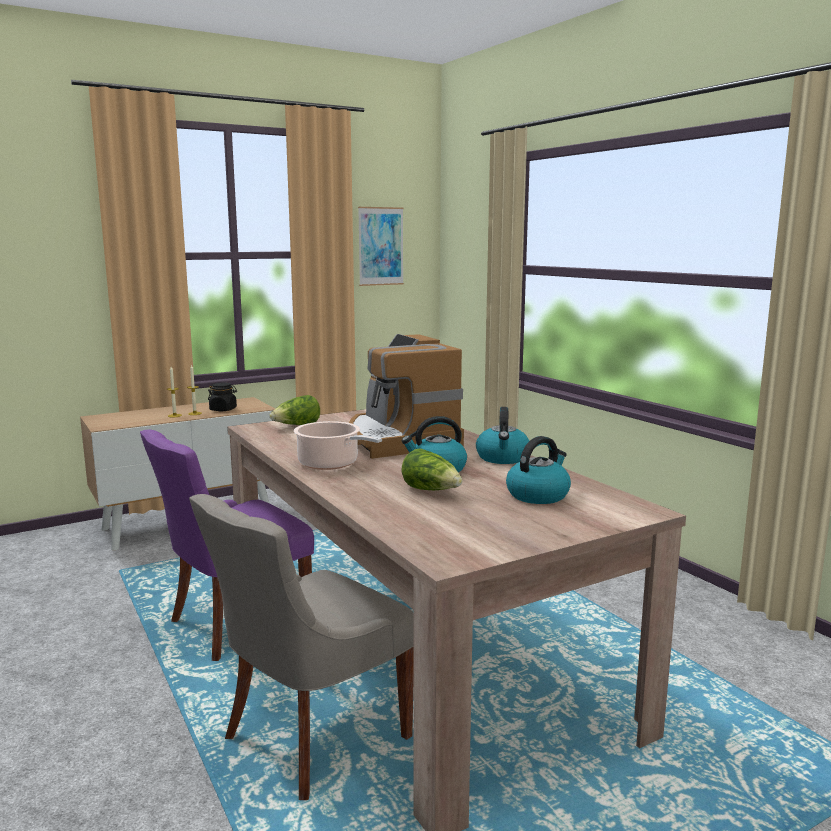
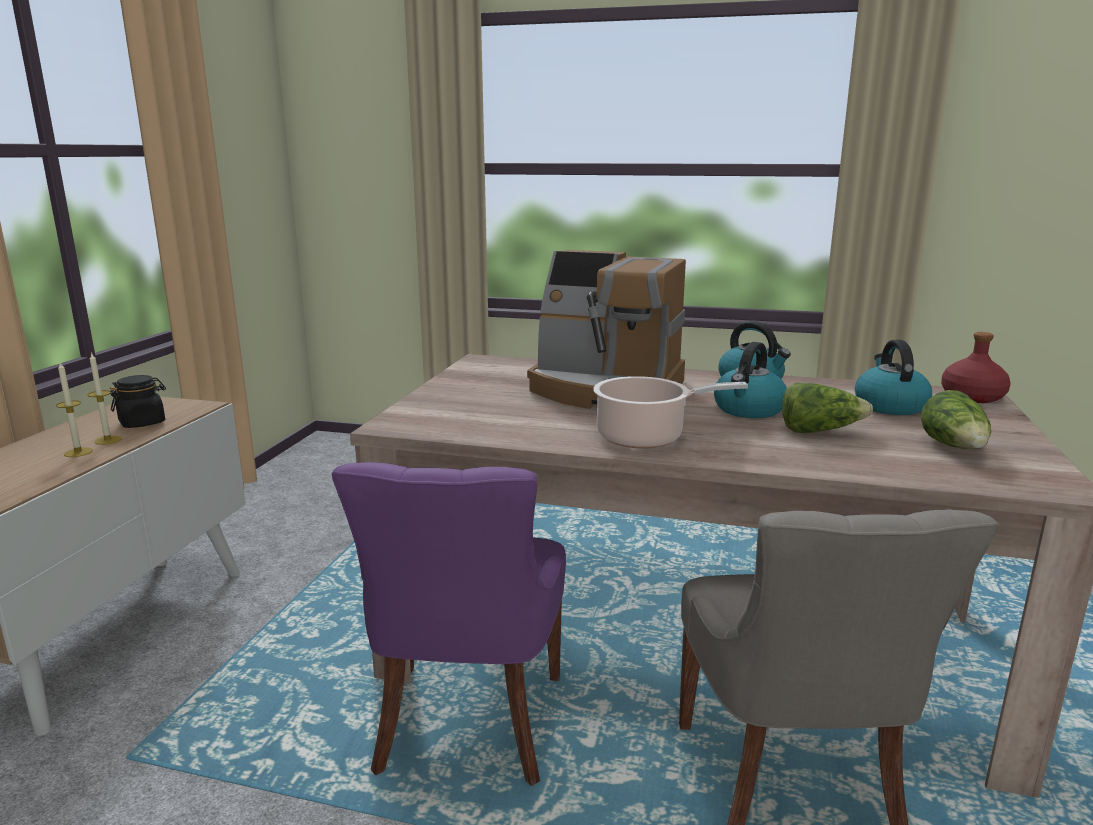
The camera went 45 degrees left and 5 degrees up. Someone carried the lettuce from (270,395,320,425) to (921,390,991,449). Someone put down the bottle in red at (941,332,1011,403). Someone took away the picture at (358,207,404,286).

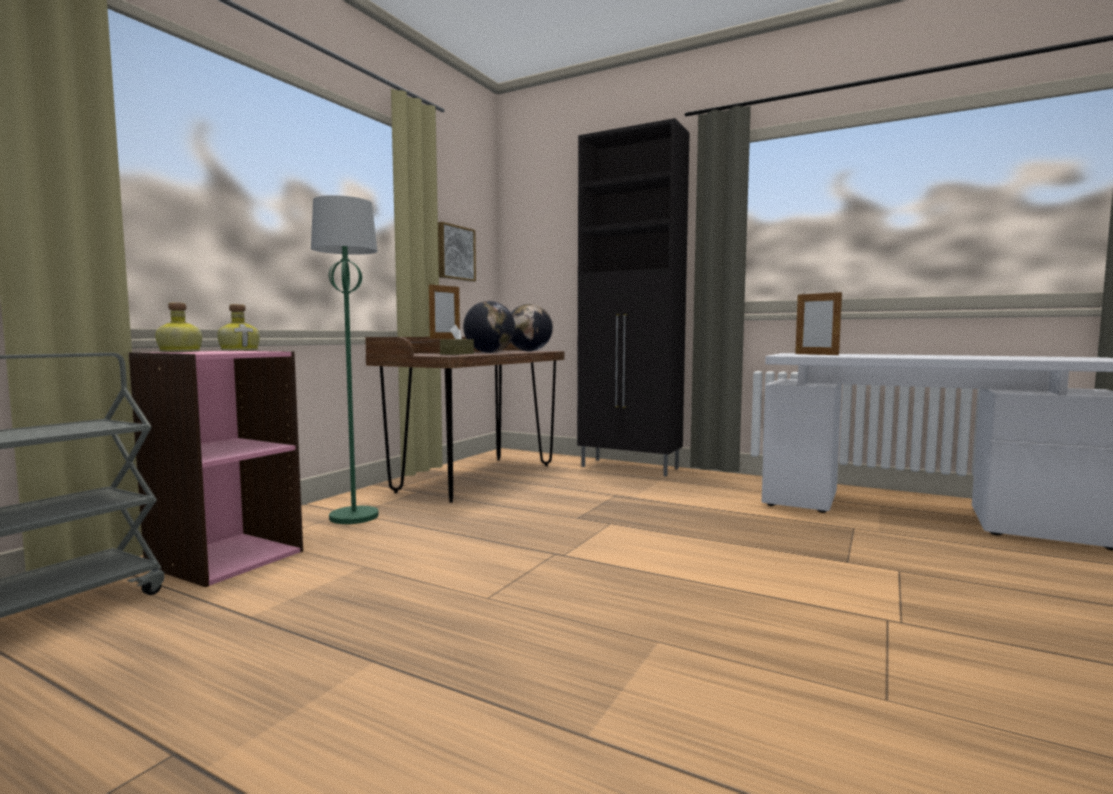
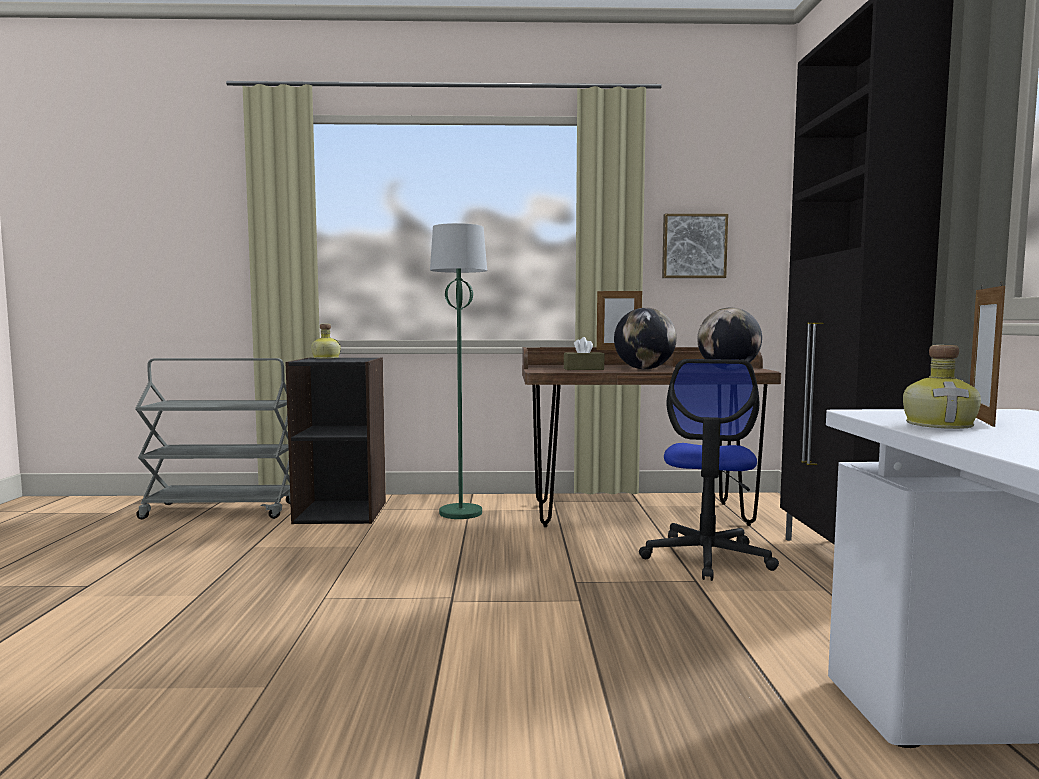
The camera went 60 degrees right and 0 degrees up. Someone repainted the bookcase in pink at (129,351,303,587), which became the bookcase in black at (285,357,386,524). Someone put down the office chair at (639,359,779,581). Someone carried the bottle from (217,304,260,351) to (903,345,981,429).

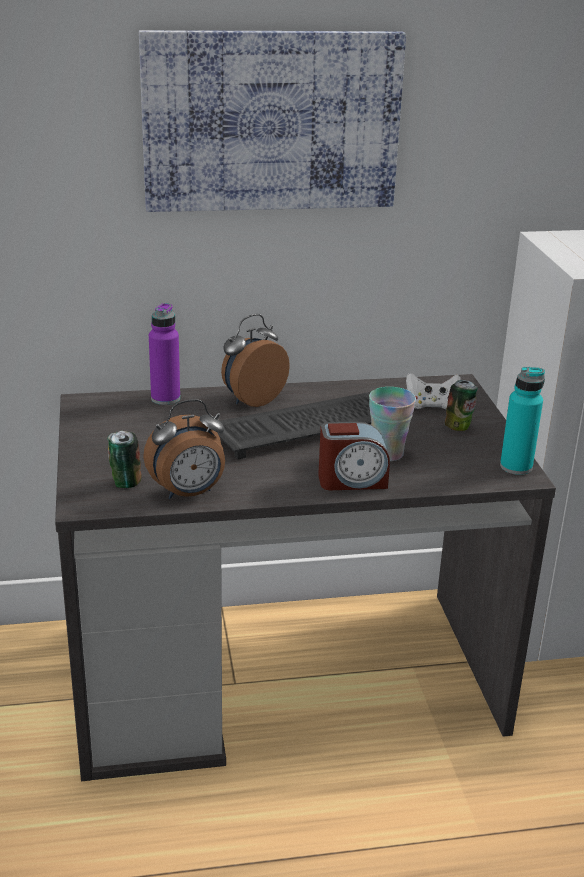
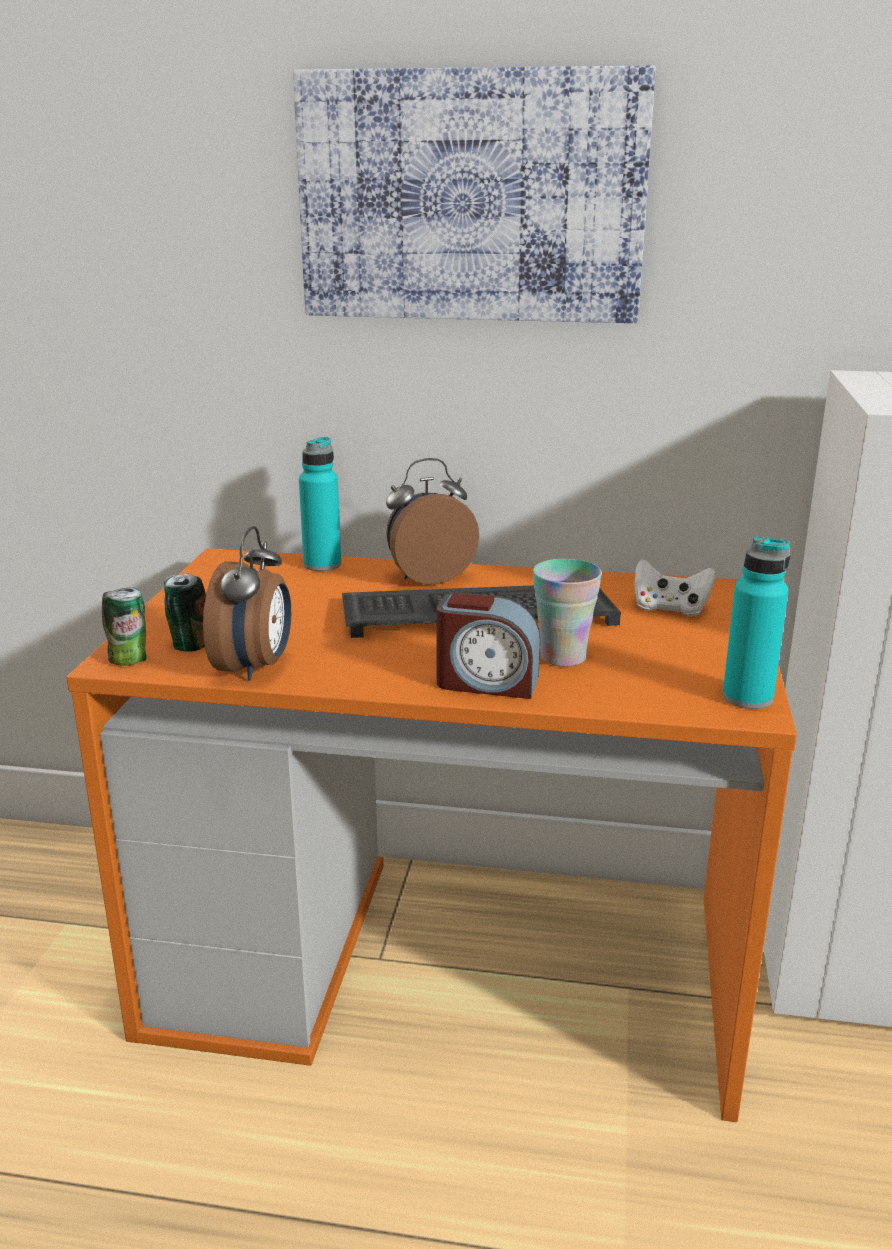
The camera went 20 degrees right and 5 degrees down. Someone repainted the desk in grey at (55,374,556,781), which became the desk in orange at (66,548,797,1122). Someone carried the can from (445,380,477,431) to (102,587,147,666). Someone rotated the alarm clock at (143,399,225,499) by 75 degrees counterclockwise. Someone repainted the bottle in purple at (149,303,180,405), which became the bottle in turquoise at (299,437,341,571).

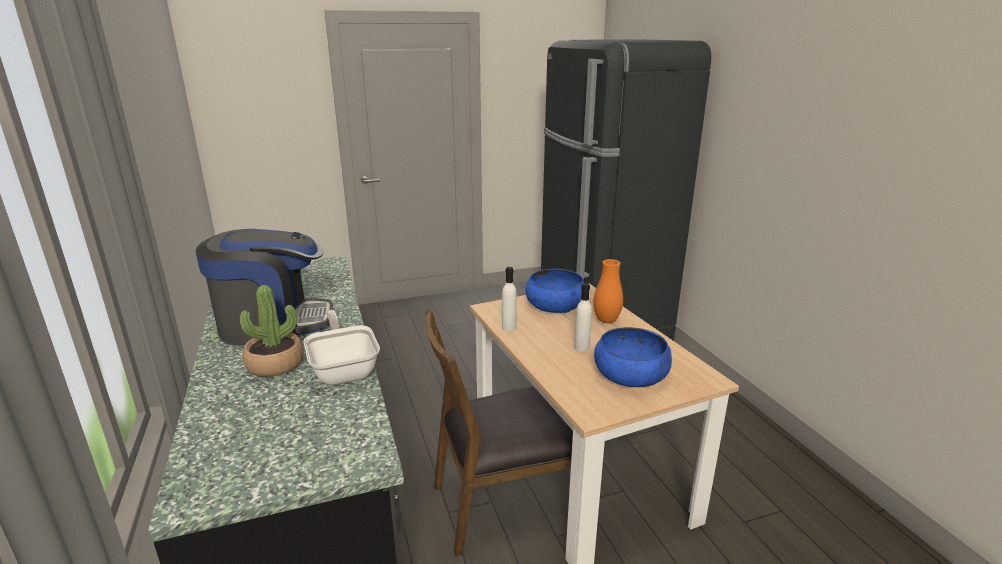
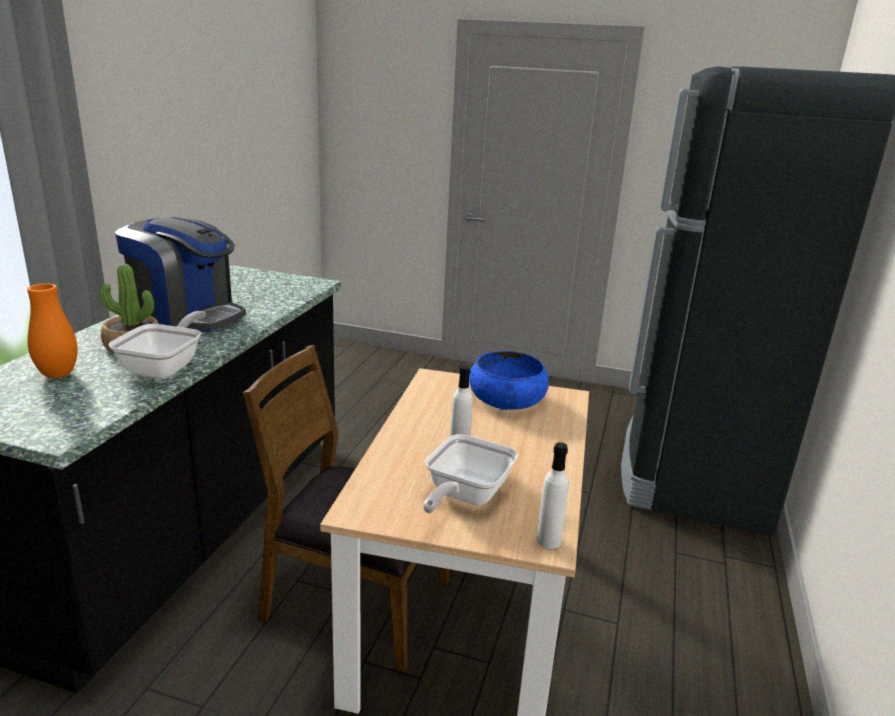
The camera went 35 degrees right and 0 degrees up. Someone carried the vase in orange from (593,259,623,323) to (27,283,78,378). Someone swapped the bowl in blue at (594,327,672,387) for the frying pan at (423,434,518,514). Someone carried the bottle in white from (502,267,517,331) to (537,442,569,549).

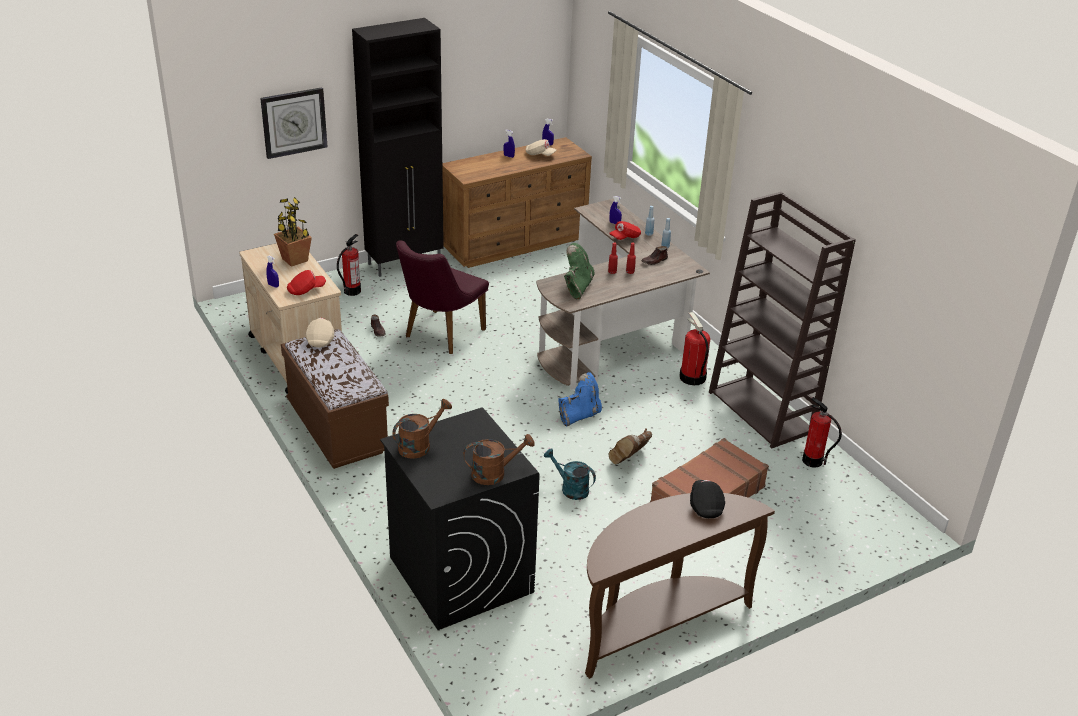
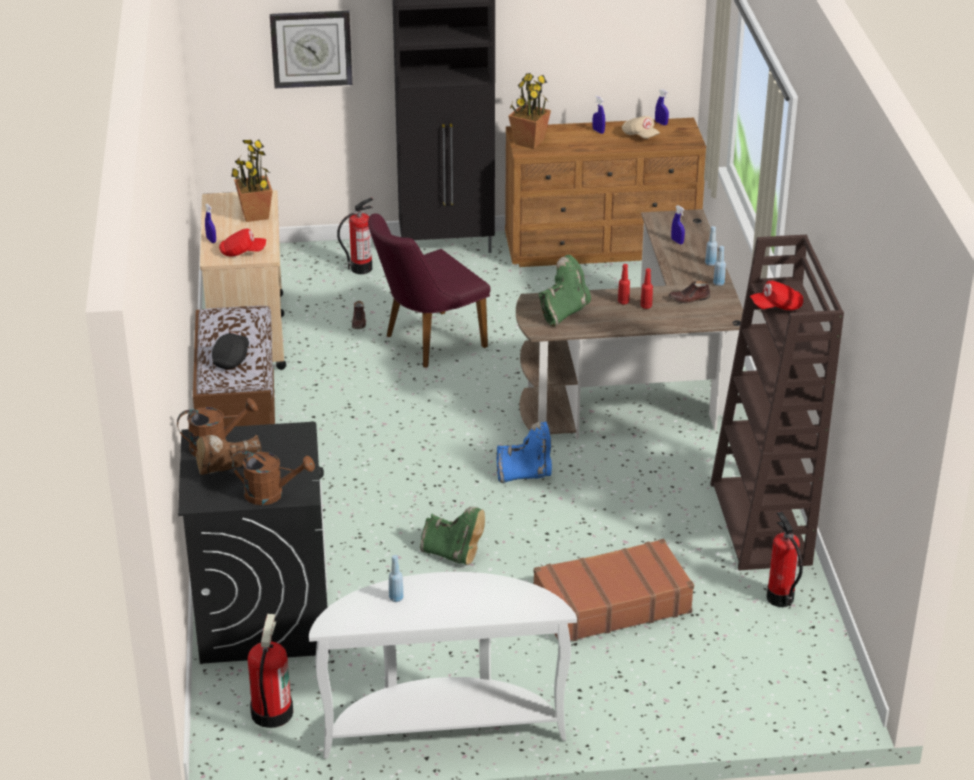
The camera went 25 degrees right and 0 degrees up. Someone carried the boot in brown from (609,428,652,464) to (196,435,262,475). Someone carried the cap in black from (690,480,725,518) to (212,332,249,369). Someone carried the fire extinguisher from (679,312,710,385) to (248,614,293,728). Someone repainted the console table in brown at (585,493,775,679), which became the console table in white at (309,572,577,759). Someone put down the bottle in blue at (389,555,404,602). Someone swapped the watering can in turquoise at (544,448,596,500) for the boot in green at (420,507,485,565). Someone put down the potted plant at (509,73,551,149). Someone carried the cap in red from (609,221,641,240) to (750,281,803,310). Someone took away the cap in beige at (306,318,334,348).

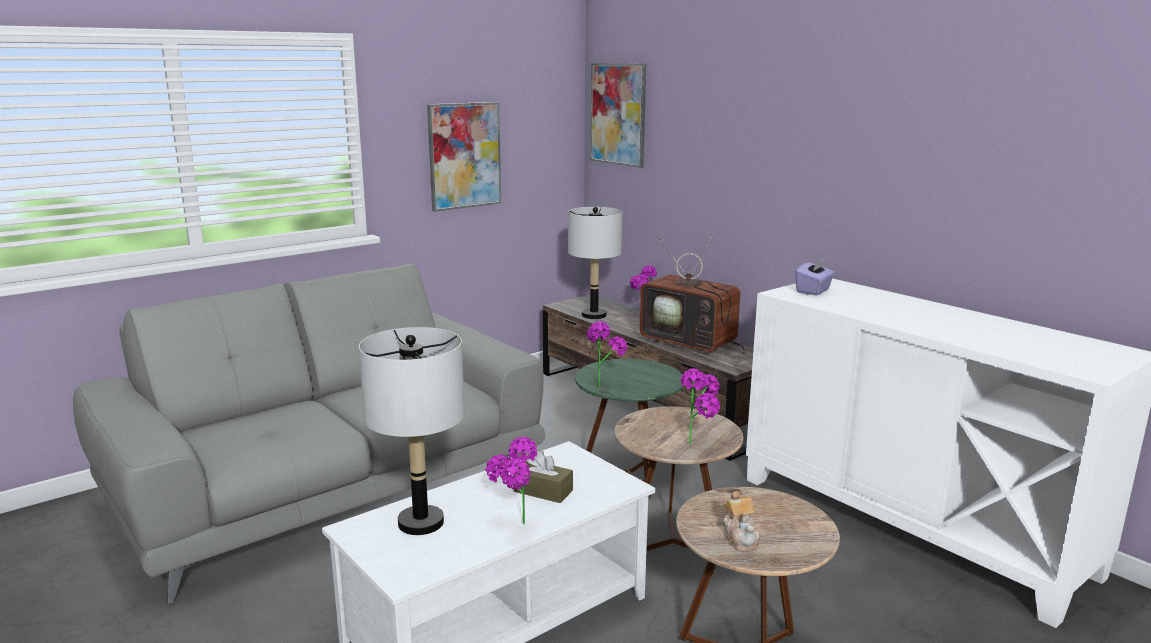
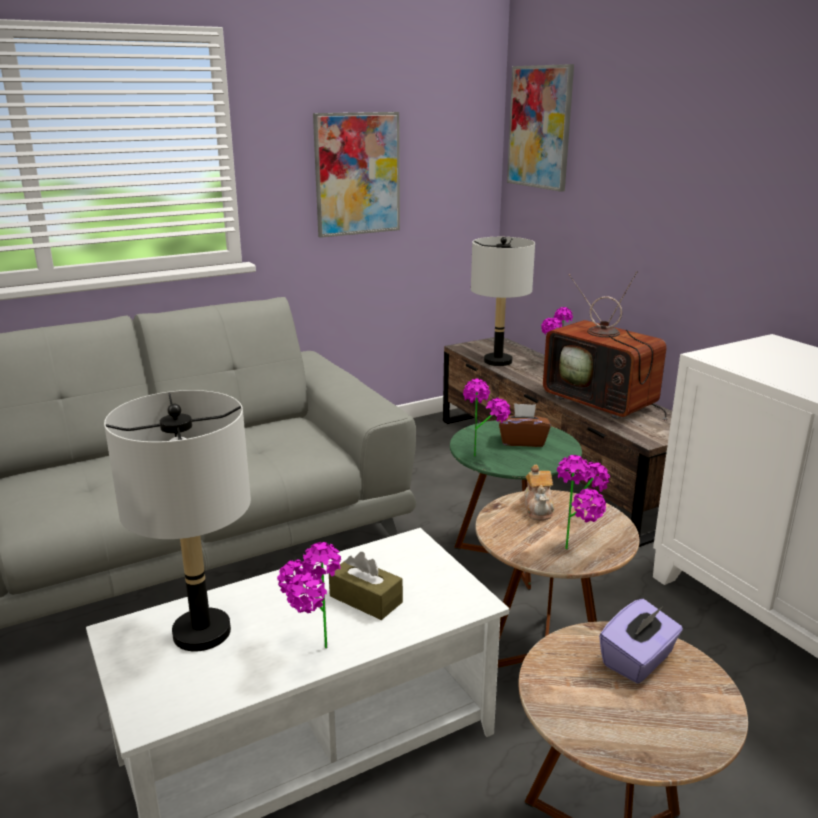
The camera went 10 degrees right and 5 degrees up. Someone put down the tissue box in brown at (499,403,551,447). Someone carried the teapot from (723,491,760,552) to (524,464,554,521). Someone carried the tissue box in purple from (795,257,835,296) to (599,599,683,684).

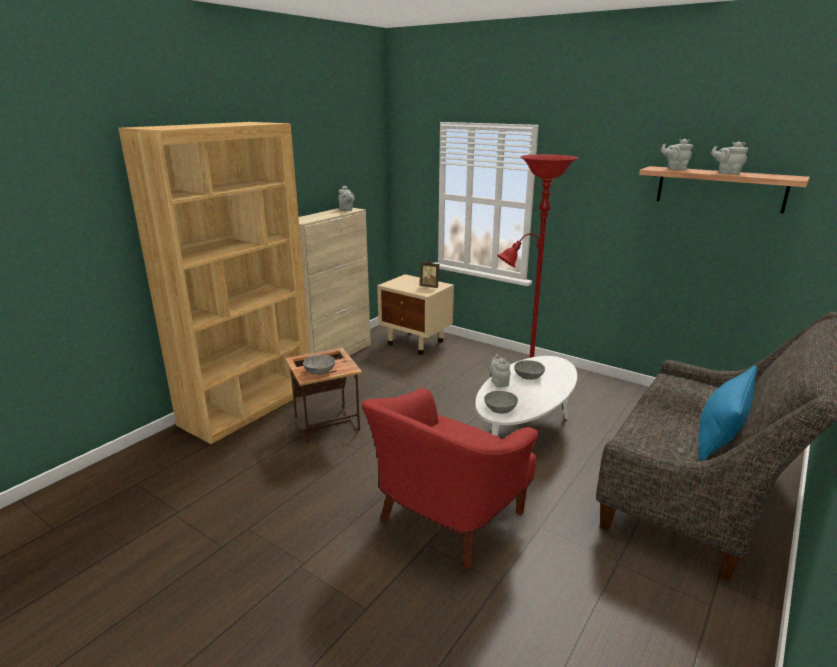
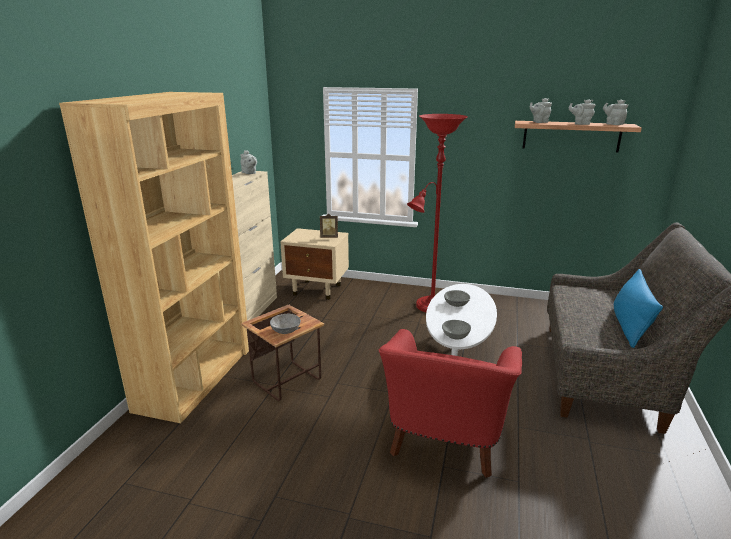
The camera went 20 degrees left and 0 degrees up. Someone carried the teapot in grey from (489,354,510,387) to (603,100,628,125).

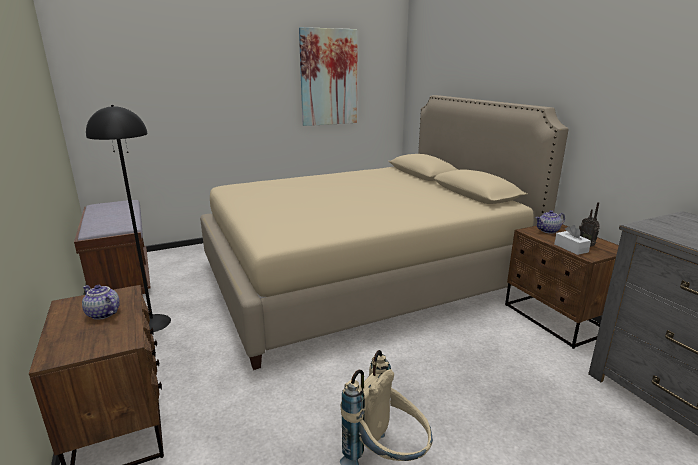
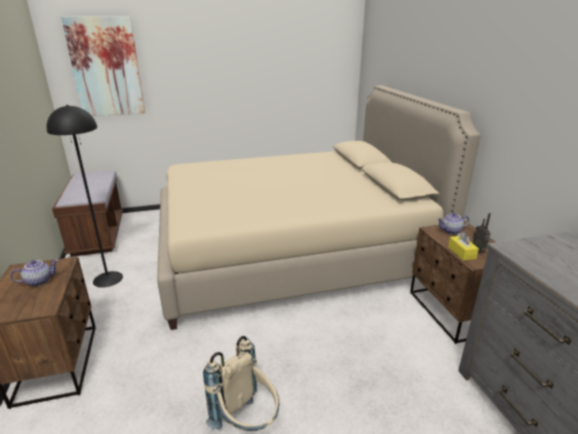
The camera went 10 degrees right and 5 degrees up. Someone rotated the teapot at (82,285,120,320) by 105 degrees clockwise. Someone carried the picture from (299,27,358,126) to (61,17,145,116). Someone repainted the tissue box in white at (554,225,591,255), which became the tissue box in yellow at (448,232,479,261).

